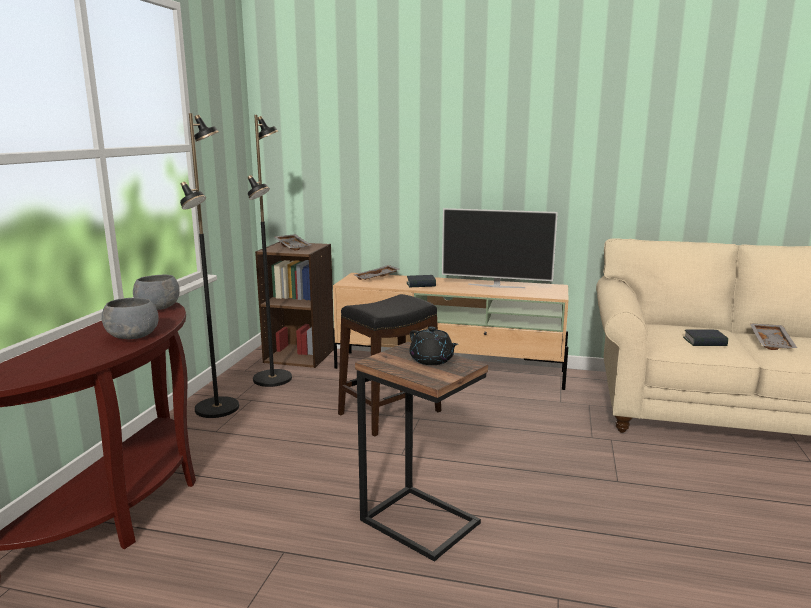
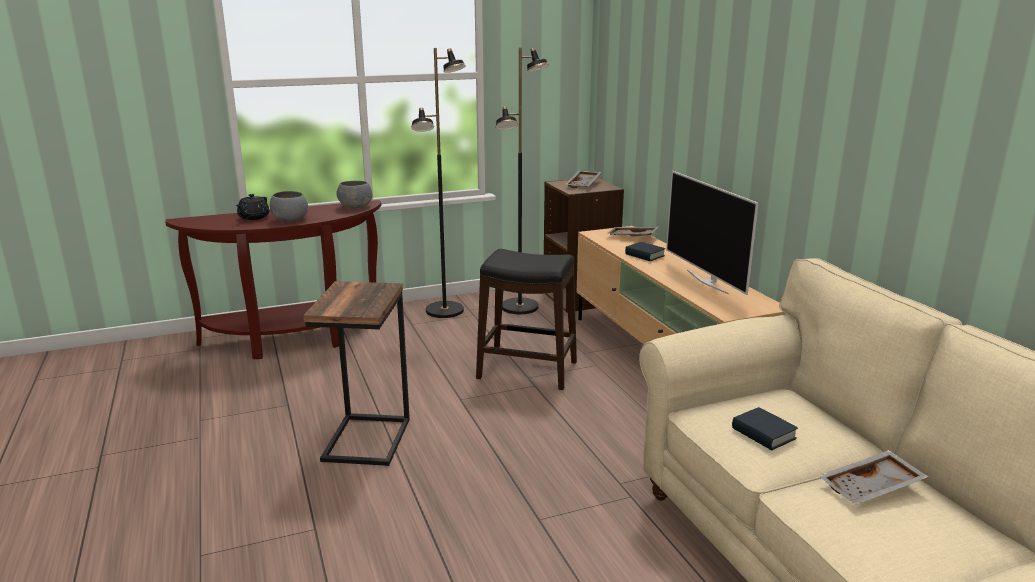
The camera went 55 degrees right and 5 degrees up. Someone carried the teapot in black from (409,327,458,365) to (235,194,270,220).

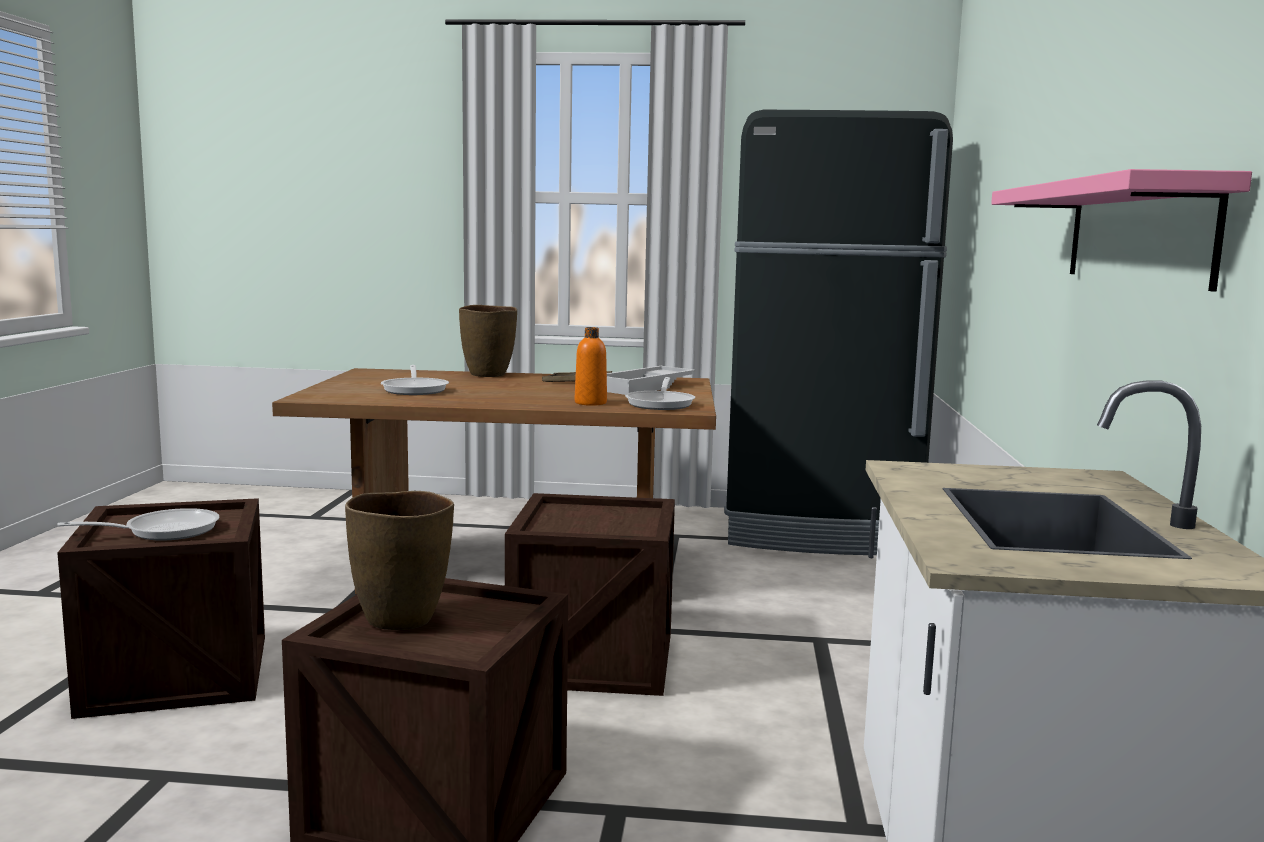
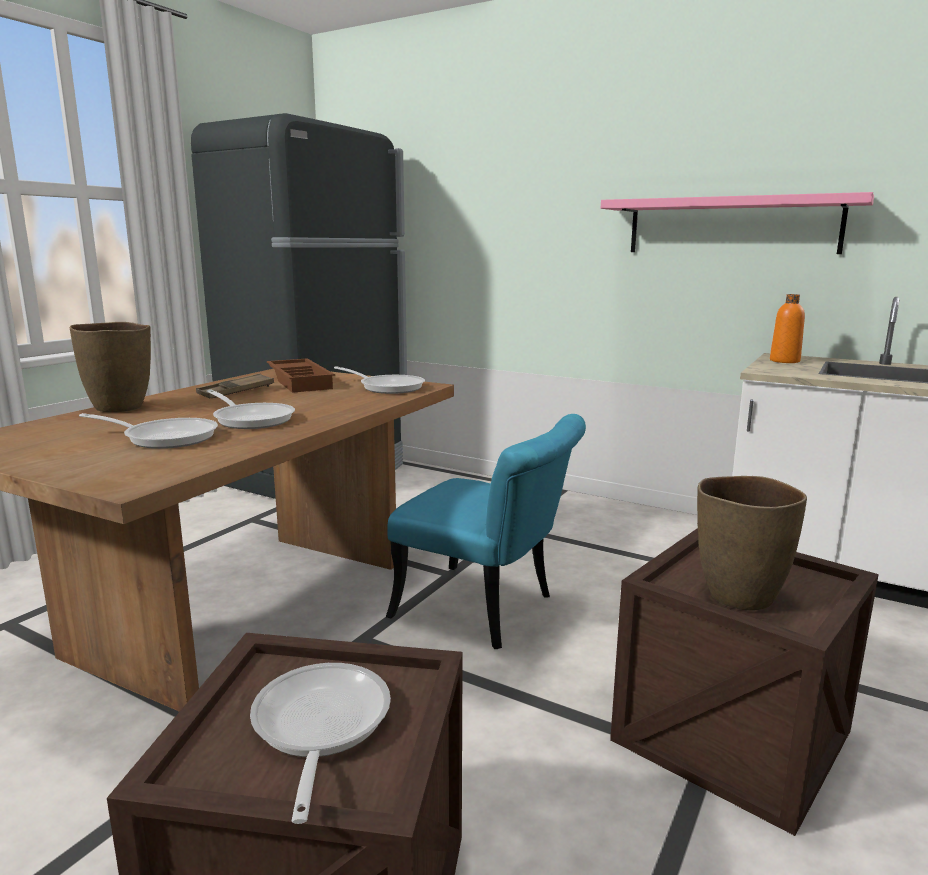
The camera went 65 degrees left and 5 degrees up. Someone put down the frying pan at (206,390,295,429). Someone repainted the tray in white at (607,366,696,395), which became the tray in brown at (267,358,335,393). Someone swapped the crate at (505,493,675,696) for the chair in turquoise at (386,414,586,649). Someone carried the bottle in orange from (575,327,607,406) to (770,294,805,363).

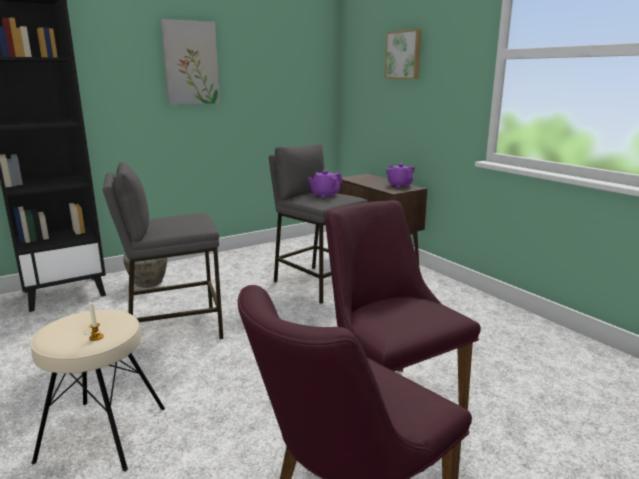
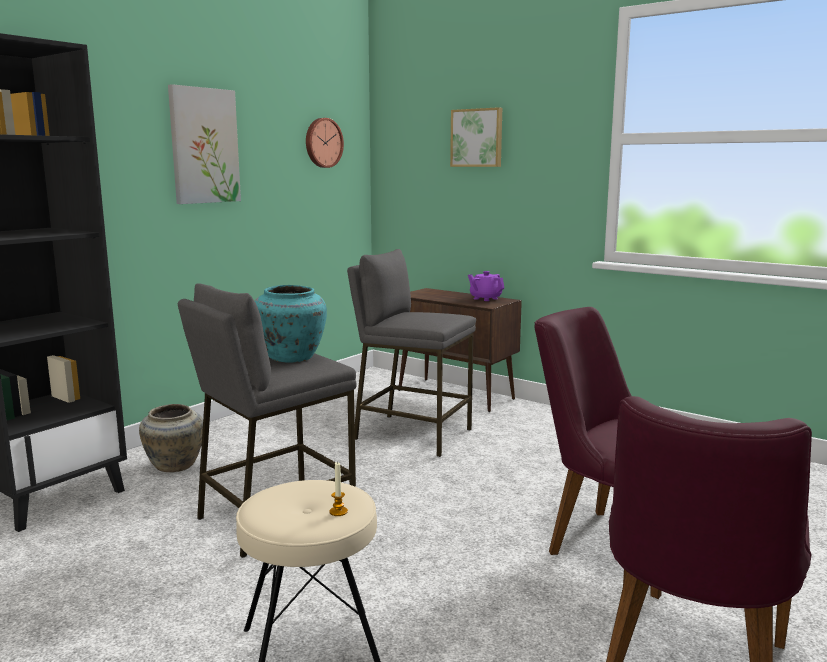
The camera went 20 degrees left and 5 degrees down. Someone put down the vase in turquoise at (255,285,327,363). Someone put up the wall clock at (306,118,344,168). Someone took away the teapot in purple at (308,170,343,198).

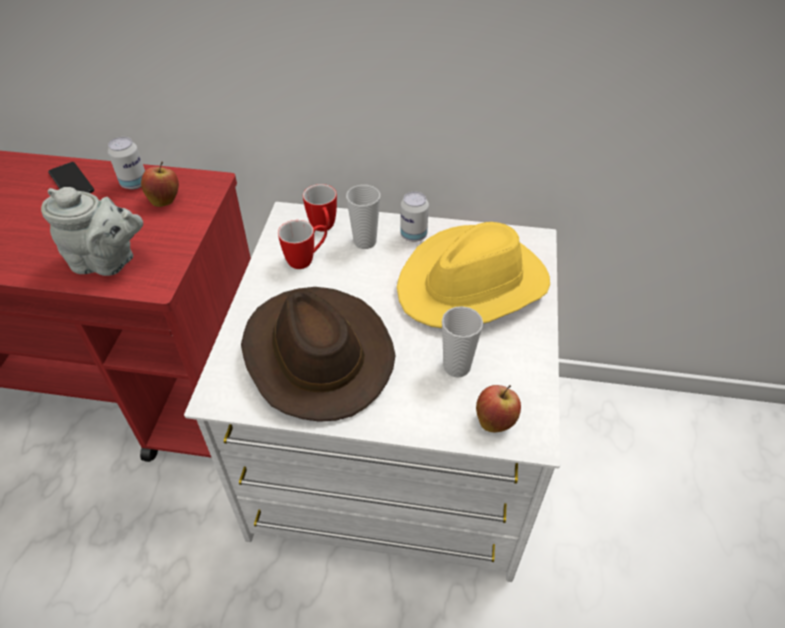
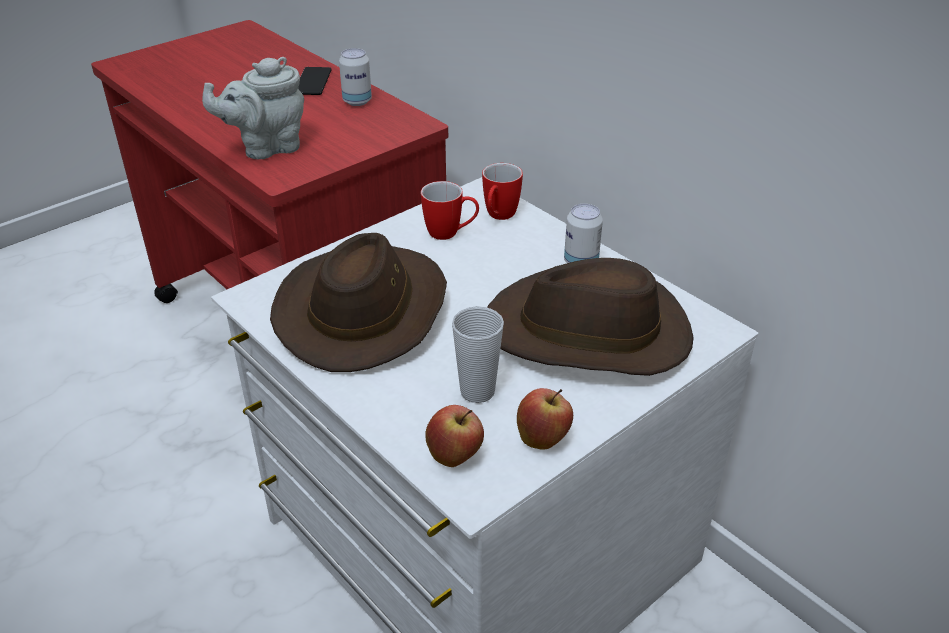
The camera went 40 degrees right and 10 degrees down. Someone rotated the teapot in grey at (41,187,143,276) by 105 degrees clockwise. Someone repainted the hat in yellow at (397,222,550,328), which became the hat in brown at (487,258,694,376). Someone carried the apple from (141,162,179,207) to (517,388,573,450). Someone took away the cup at (346,185,380,249).

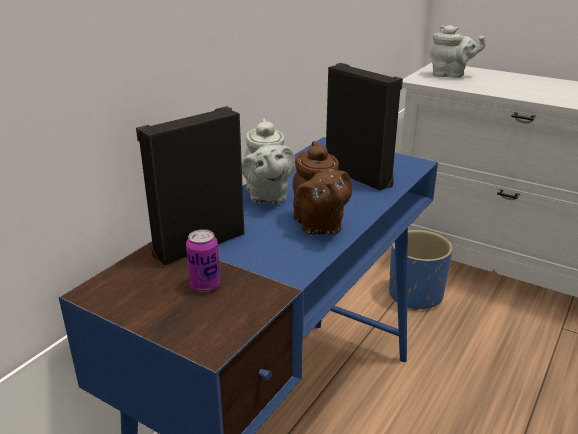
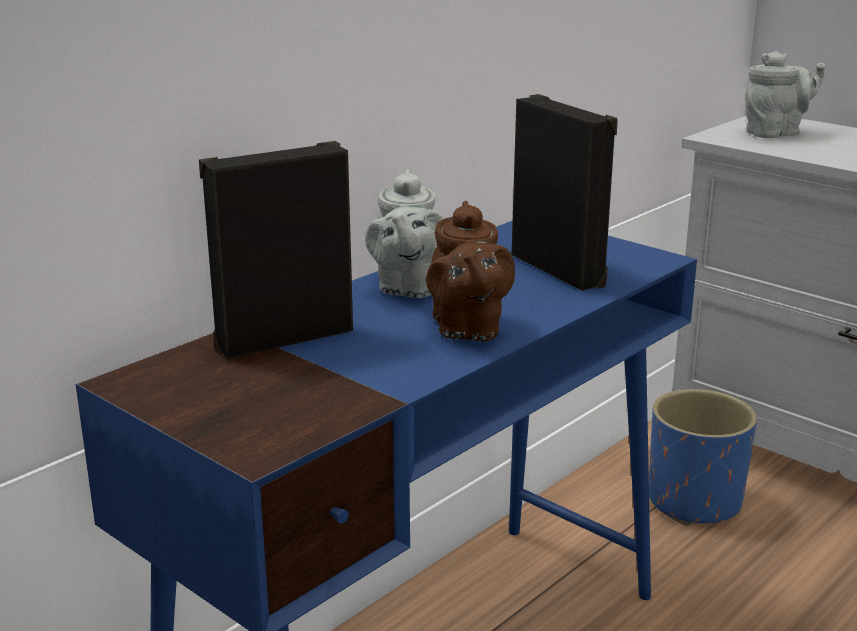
The camera went 10 degrees right and 5 degrees down. Someone rotated the teapot in grey at (430,25,486,78) by 45 degrees counterclockwise. Someone took away the can at (186,229,220,292).

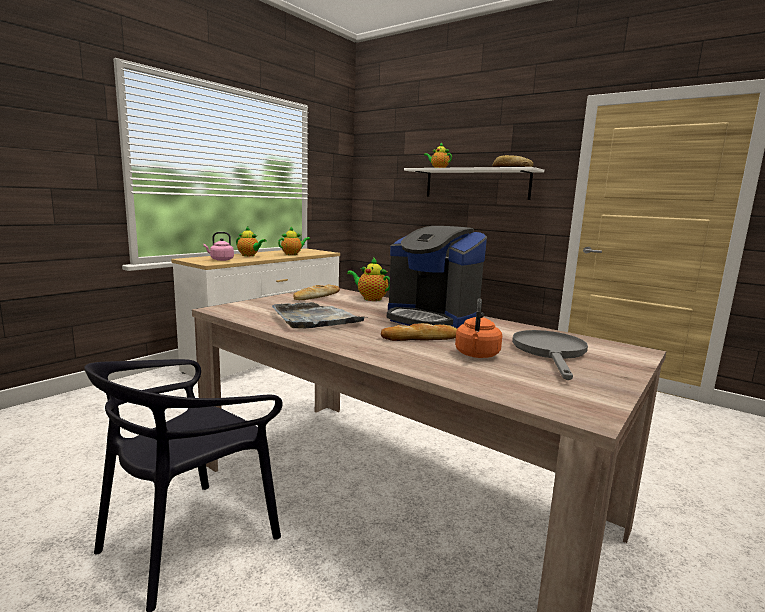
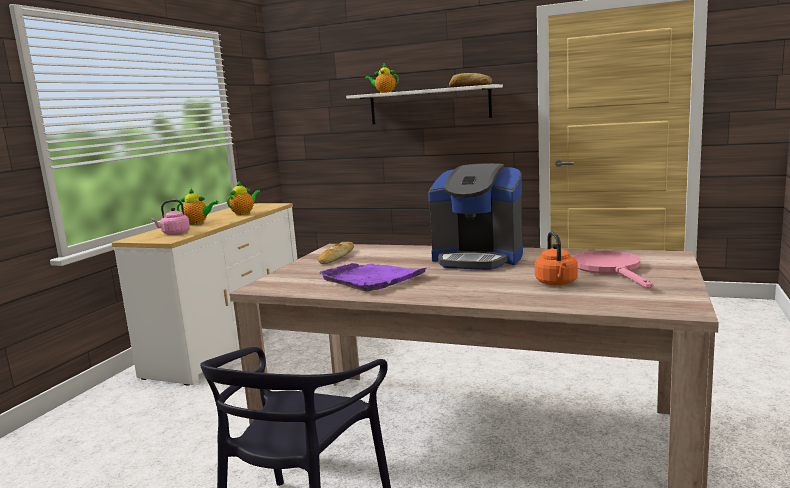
The camera went 15 degrees left and 0 degrees up. Someone repainted the tray in grey at (272,302,364,328), which became the tray in purple at (319,263,430,292). Someone repainted the frying pan in grey at (512,330,588,380), which became the frying pan in pink at (573,251,653,288). Someone took away the teapot at (347,257,390,301). Someone took away the bread at (381,323,457,341).

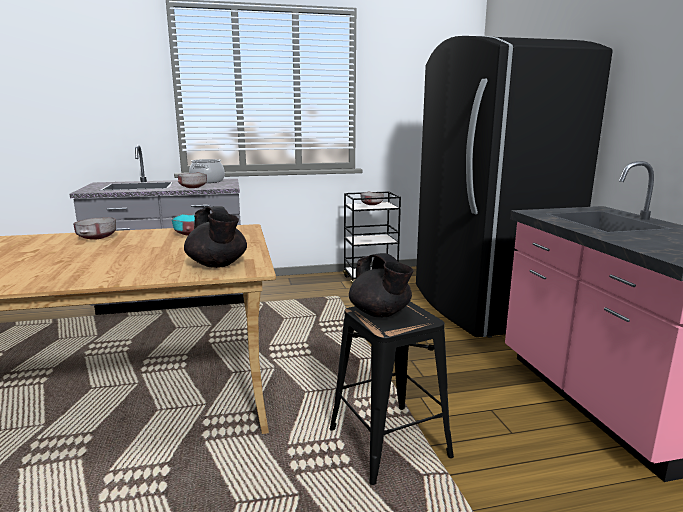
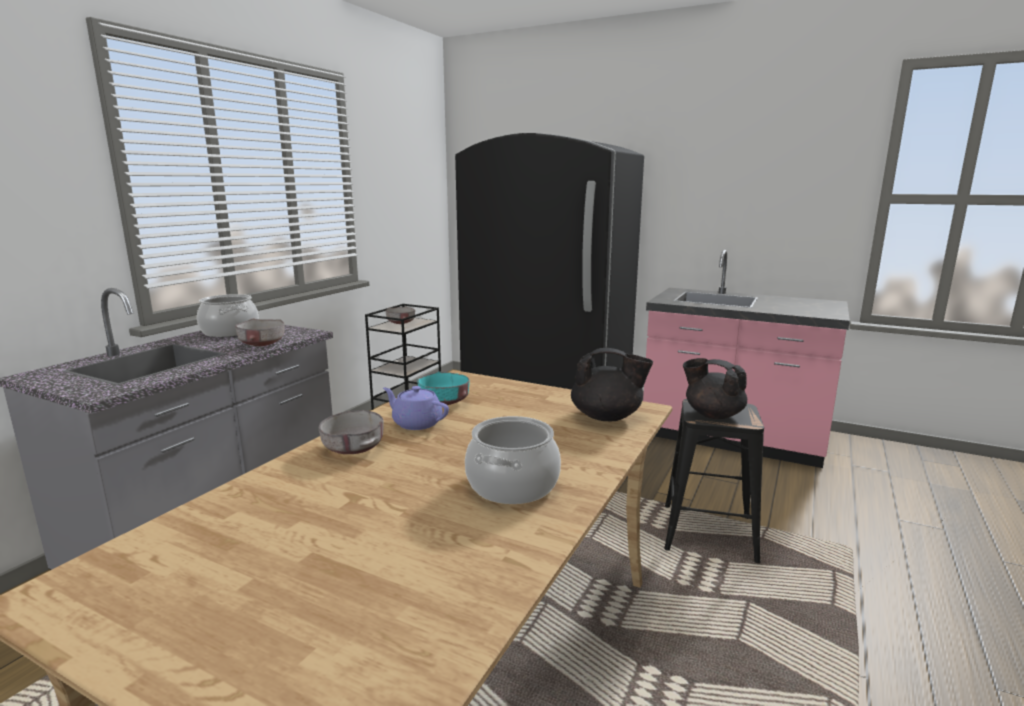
The camera went 50 degrees left and 0 degrees up. Someone put down the teapot in purple at (383,386,449,430). Someone put down the cooking pot at (465,416,561,504). Someone rotated the teapot in black at (349,253,413,317) by 150 degrees counterclockwise.

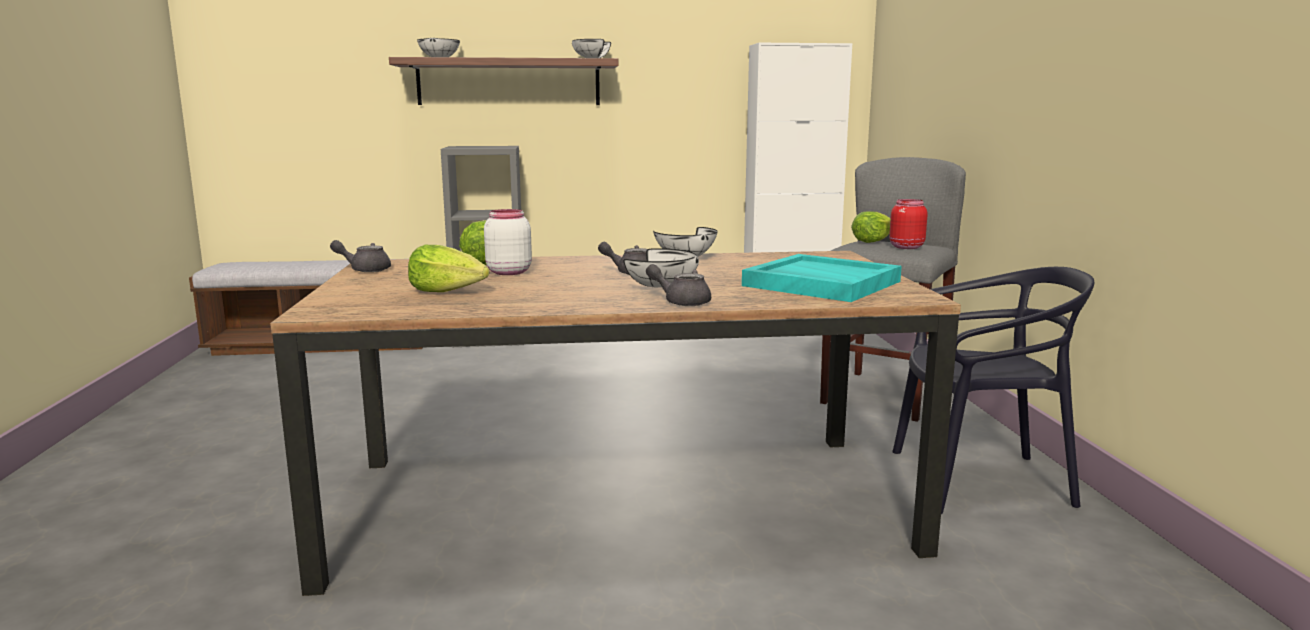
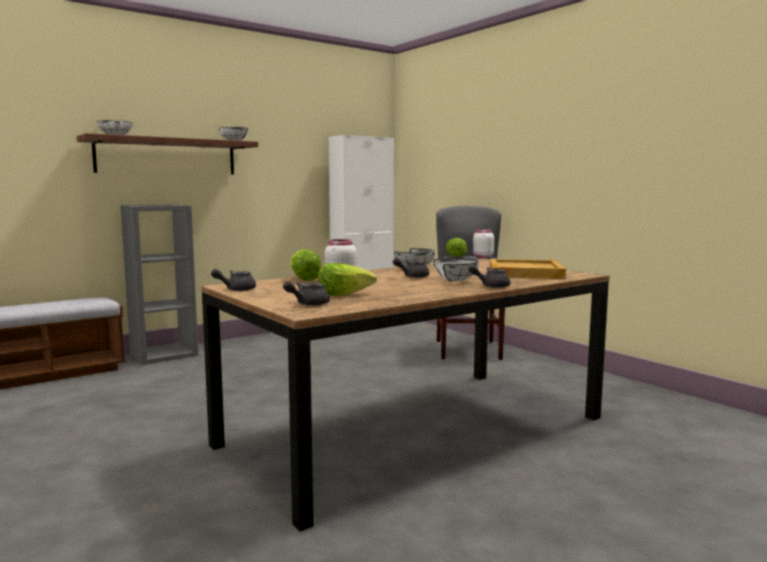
The camera went 30 degrees left and 5 degrees down. Someone put down the teapot in grey at (283,281,330,306). Someone repainted the jar in red at (889,199,928,249), which became the jar in white at (473,229,494,258). Someone repainted the tray in turquoise at (742,254,902,302), which became the tray in beige at (490,259,566,279). Someone took away the chair in black at (892,267,1094,514).

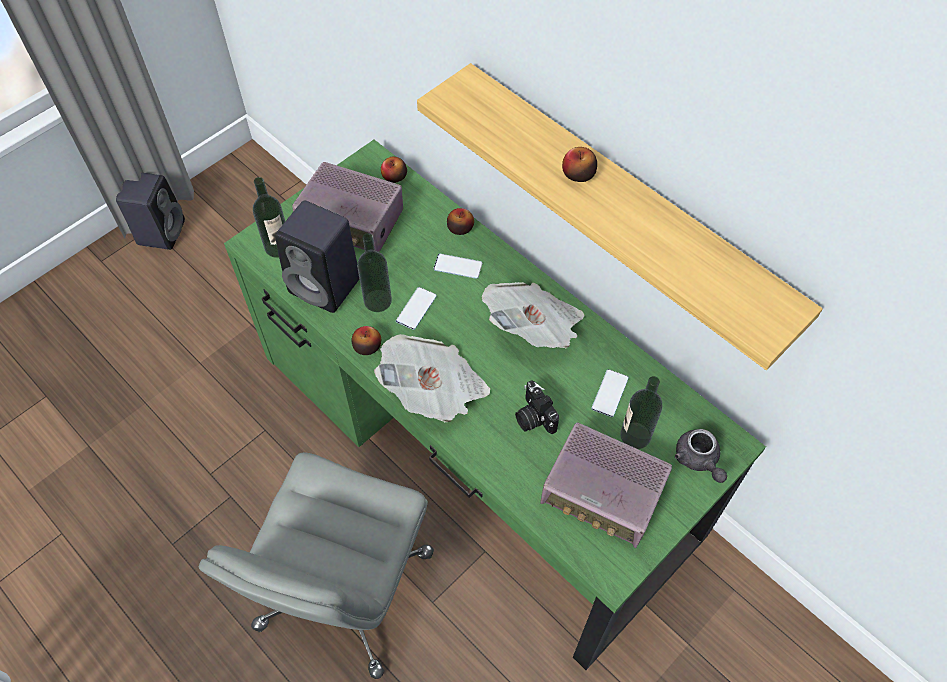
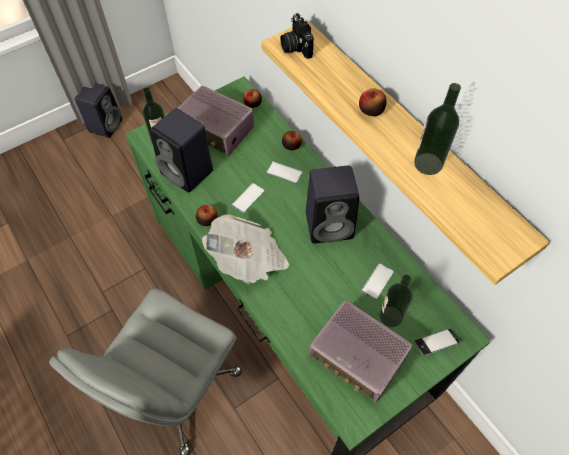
The camera went 10 degrees right and 0 degrees up. Someone carried the photo camera from (515,380,559,434) to (281,13,314,59). Someone swapped the newspaper at (482,282,584,348) for the speaker in black at (306,166,359,244). Someone carried the bottle from (357,233,392,312) to (414,83,461,175). Someone swapped the teapot in grey at (675,429,727,483) for the phone at (414,329,460,356).

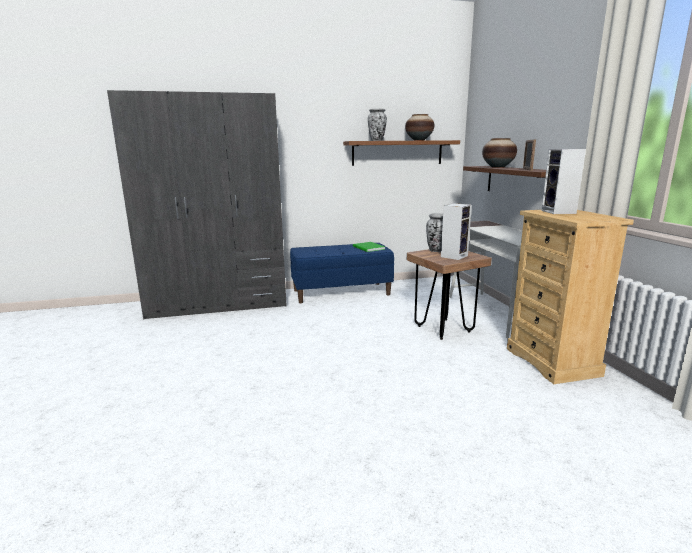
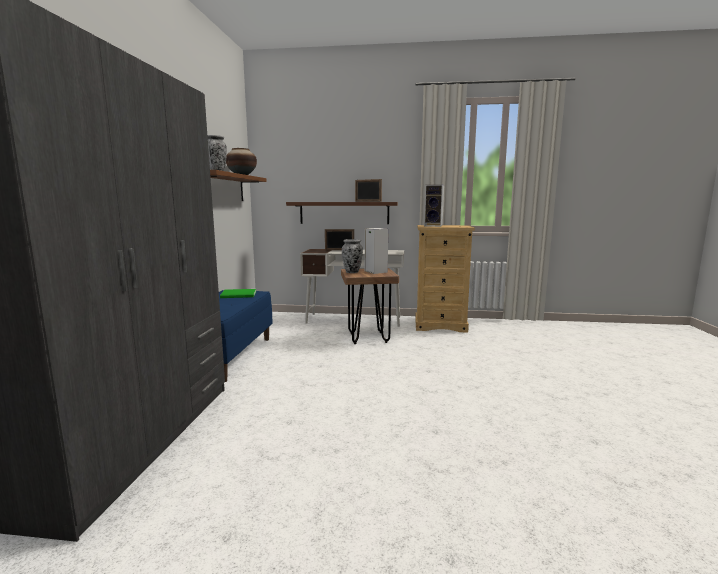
The camera went 70 degrees left and 5 degrees down. Someone put down the picture frame at (325,229,354,250). Someone took away the vase at (482,138,517,168).

